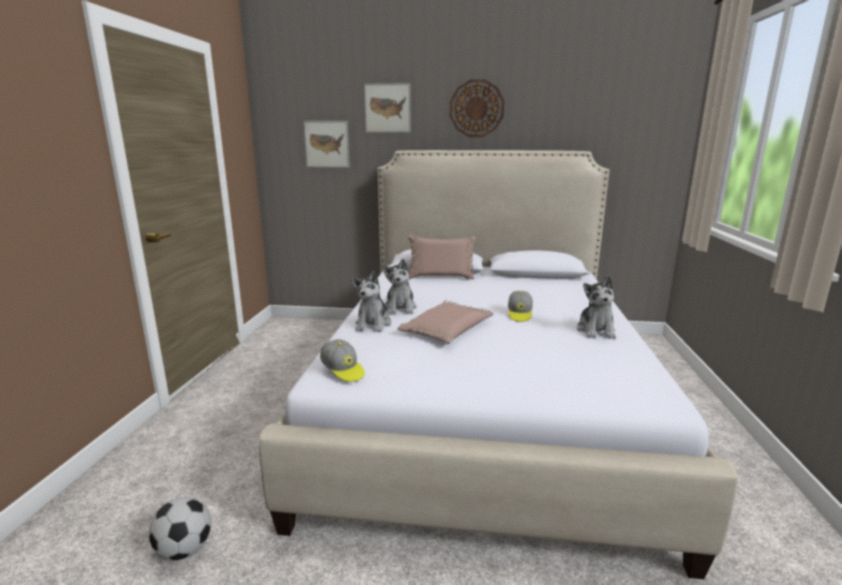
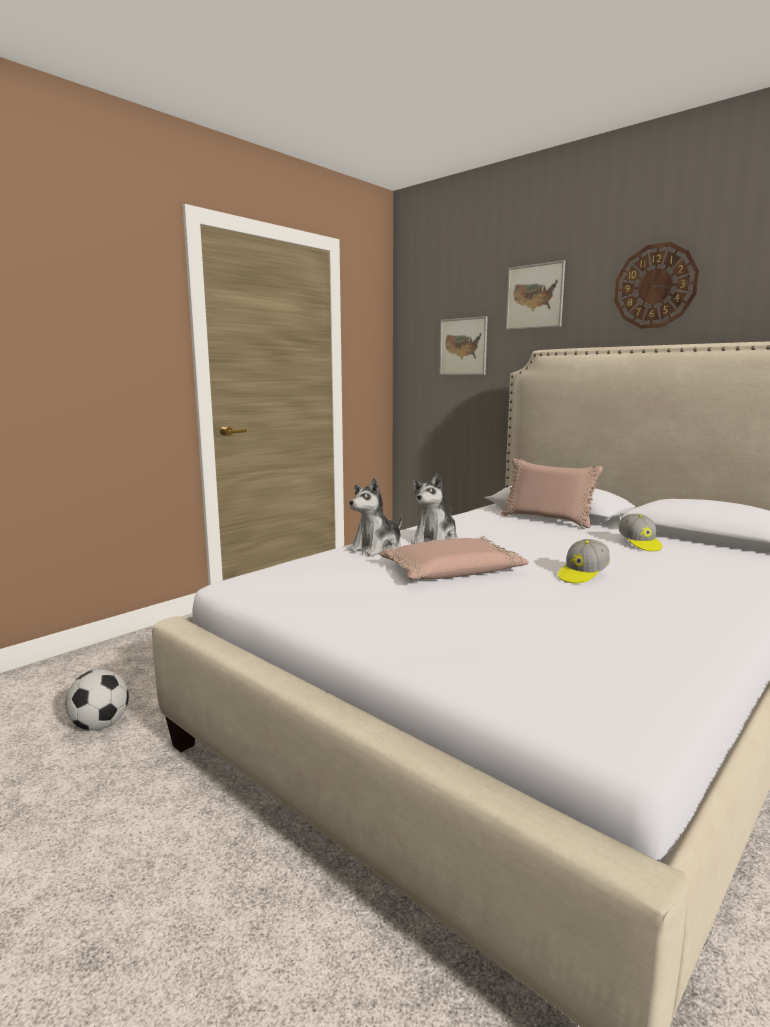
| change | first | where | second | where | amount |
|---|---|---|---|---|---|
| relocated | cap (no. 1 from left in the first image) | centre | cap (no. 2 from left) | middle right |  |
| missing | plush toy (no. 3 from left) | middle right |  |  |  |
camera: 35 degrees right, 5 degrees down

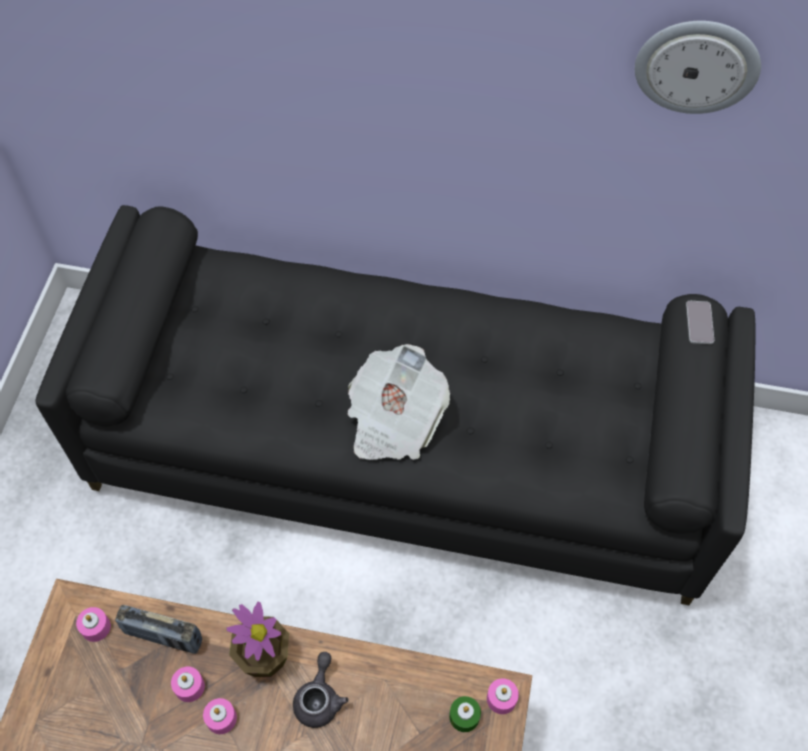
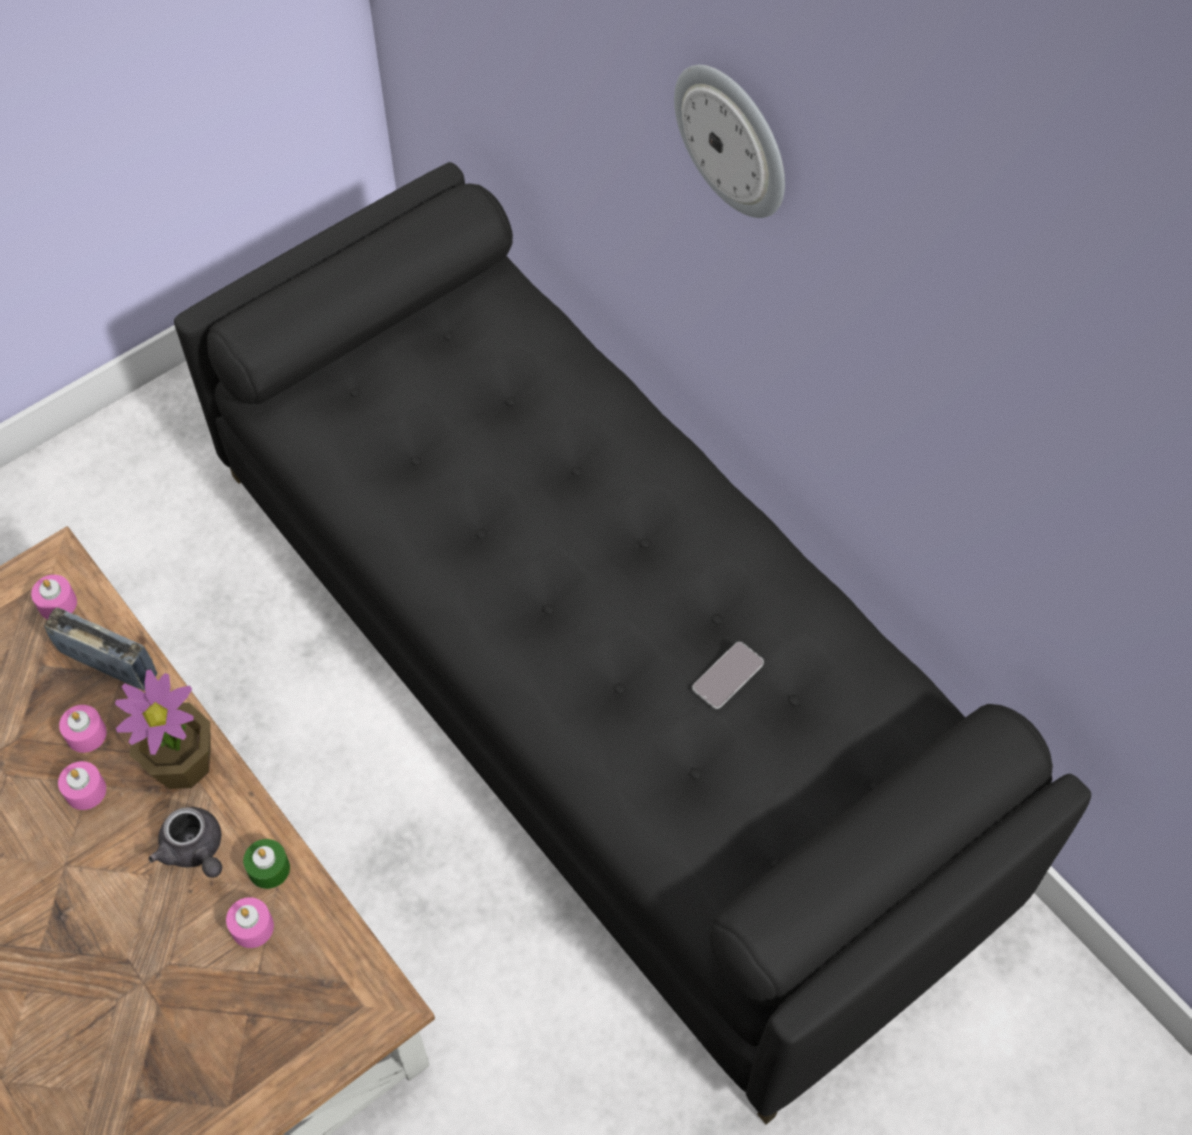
| change | first | where | second | where | amount |
|---|---|---|---|---|---|
| spun | radio | bottom left |  | middle left | 150 degrees clockwise |
| spun | grey teapot | bottom centre |  | bottom left | 90 degrees clockwise |
| missing | newspaper | centre |  |  |  |
| relocated | green candle | bottom centre |  | bottom left |  |
| relocated | pink candle (no. 4 from left) | bottom centre |  | bottom left |  |
| relocated | wall clock | top right |  | top centre |  |
| relocated | phone | middle right |  | centre |  |
camera: 40 degrees right, 0 degrees up

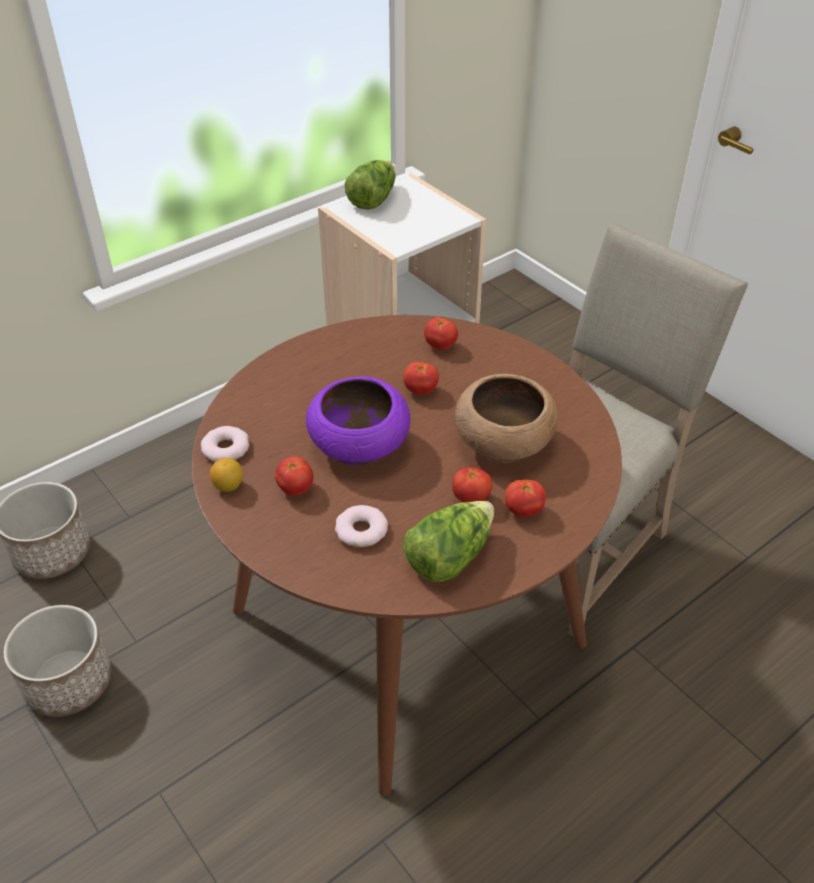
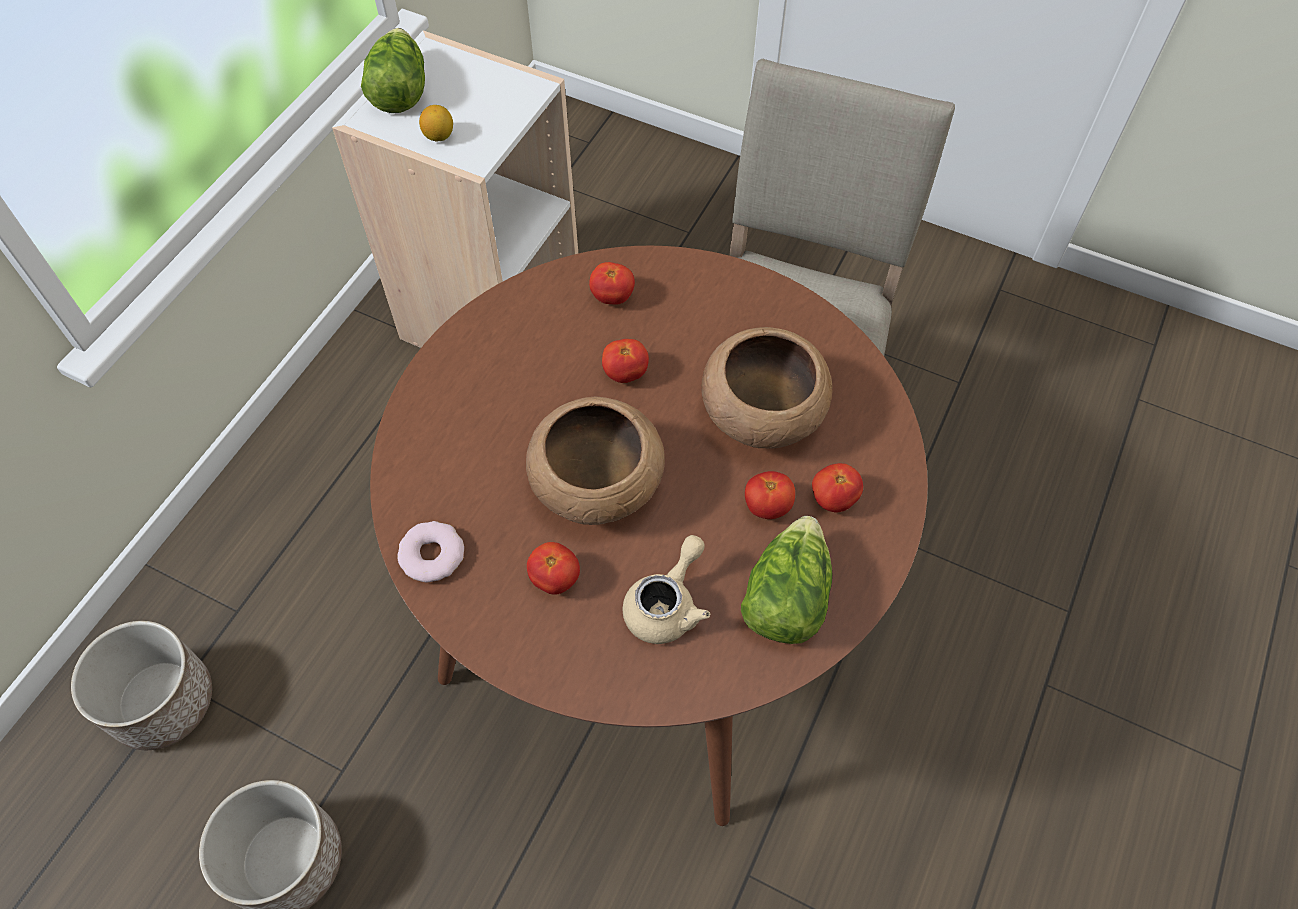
| change | first | where | second | where | amount |
|---|---|---|---|---|---|
| relocated | lemon | middle left |  | top centre |  |
| colour | purple bowl | centre | brown bowl (no. 1 from left) | centre |  |
| exchanged | donut (no. 2 from left) | centre | beige teapot | centre |  |
camera: 25 degrees left, 15 degrees up

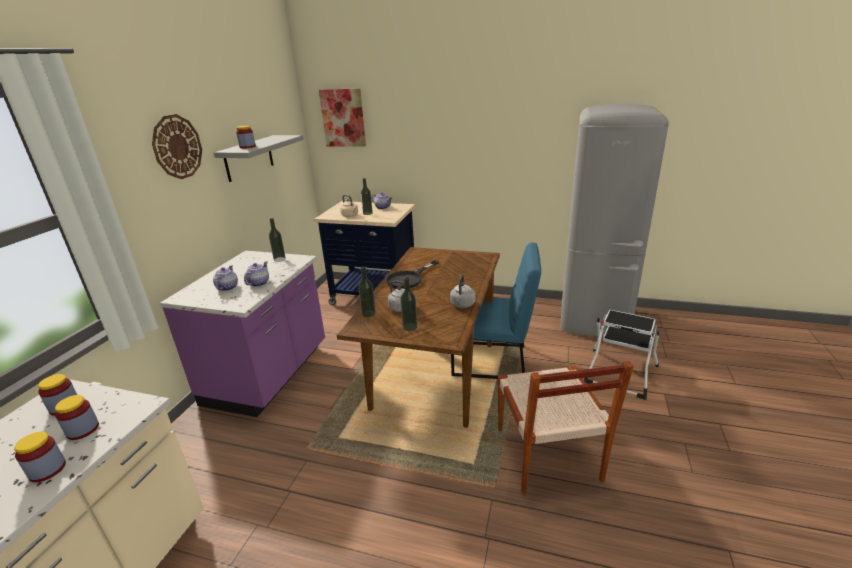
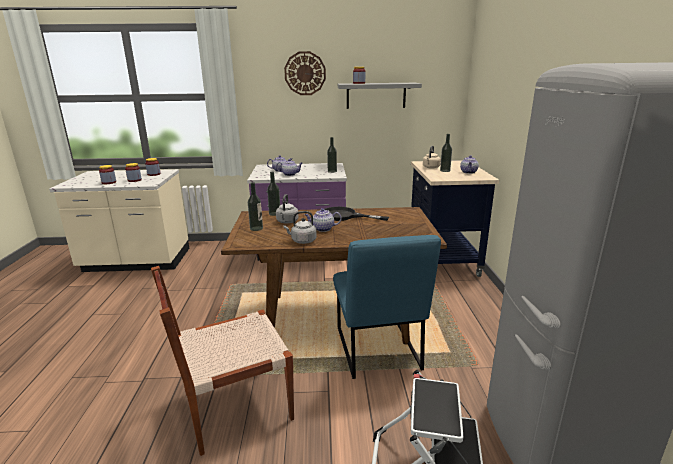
| change | first | where | second | where | amount |
|---|---|---|---|---|---|
| missing | picture | top centre |  |  |  |
| appeared |  |  | teapot (no. 3 from left) | centre |  |
camera: 70 degrees right, 5 degrees down

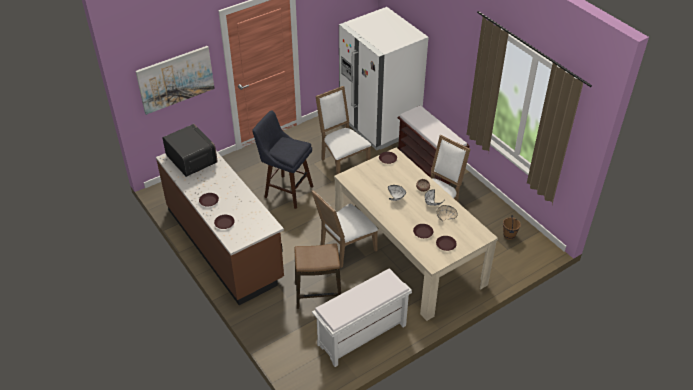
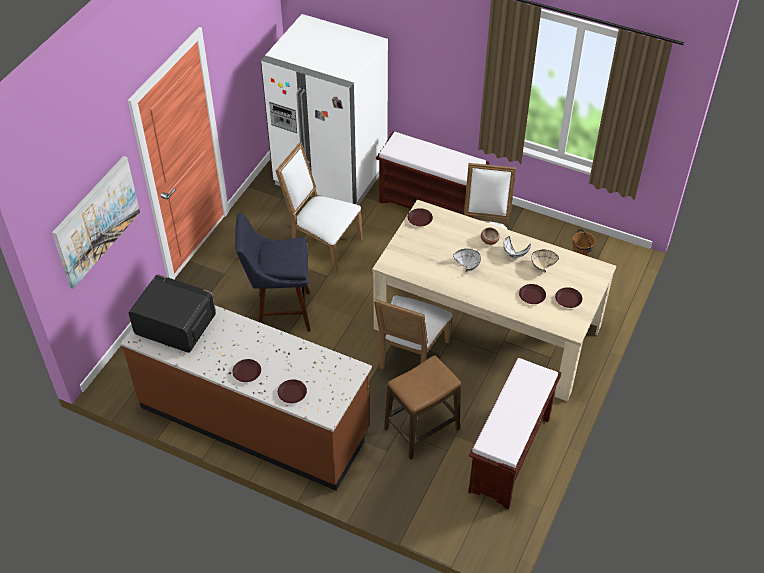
| change | first | where | second | where | amount |
|---|---|---|---|---|---|
| colour | white bench | bottom centre | brown bench (no. 2 from left) | bottom right |  |
camera: 30 degrees left, 5 degrees up

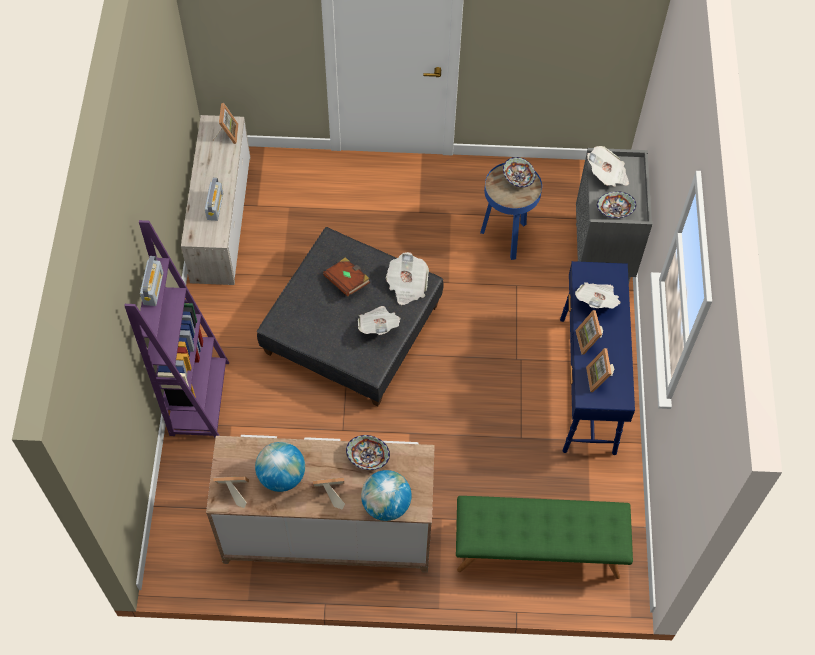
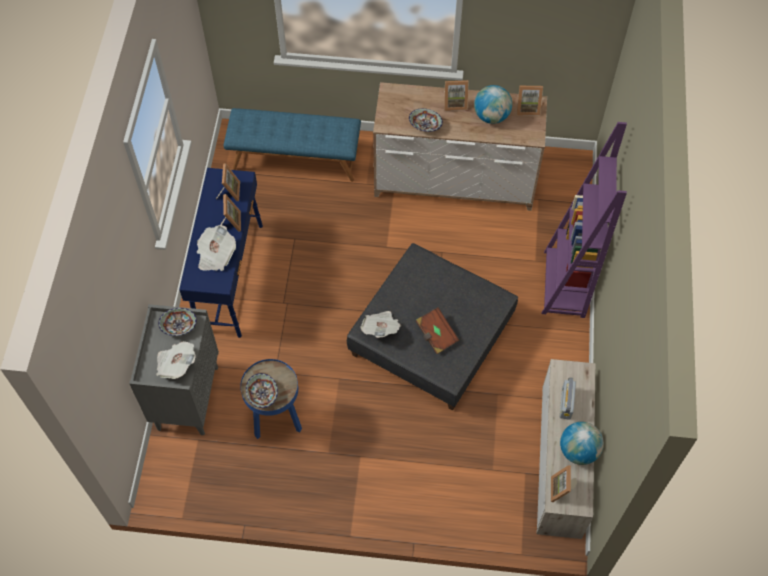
| change | first | where | second | where | amount |
|---|---|---|---|---|---|
| missing | radio (no. 1 from left) | middle left |  |  |  |
| missing | newspaper (no. 1 from left) | centre |  |  |  |
| relocated | globe (no. 2 from left) | bottom centre |  | bottom right |  |
| colour | green bench | bottom right | blue bench | top centre |  |
camera: 175 degrees left, 0 degrees up

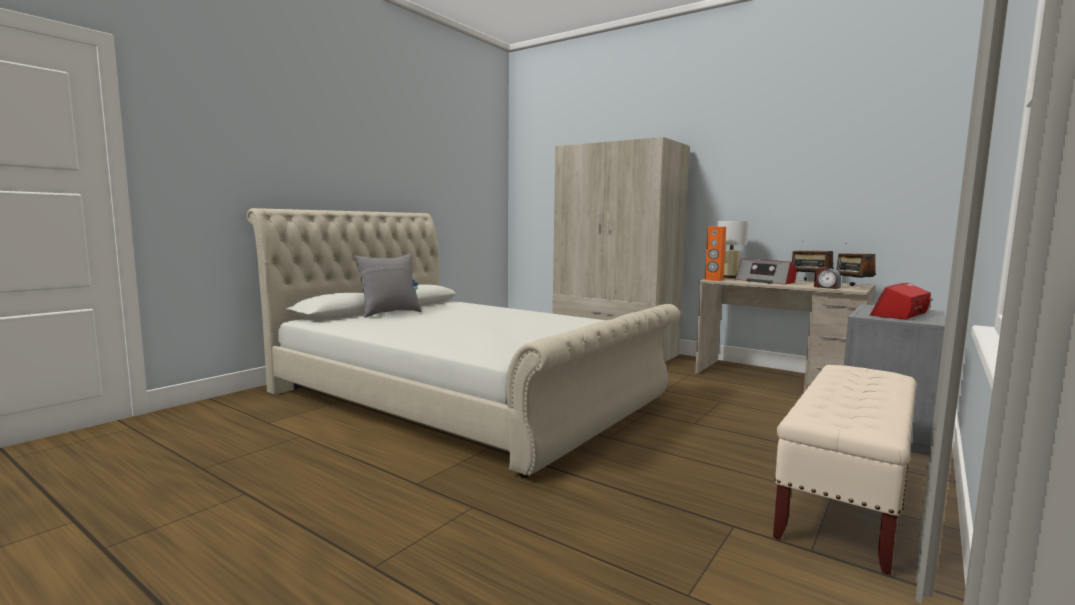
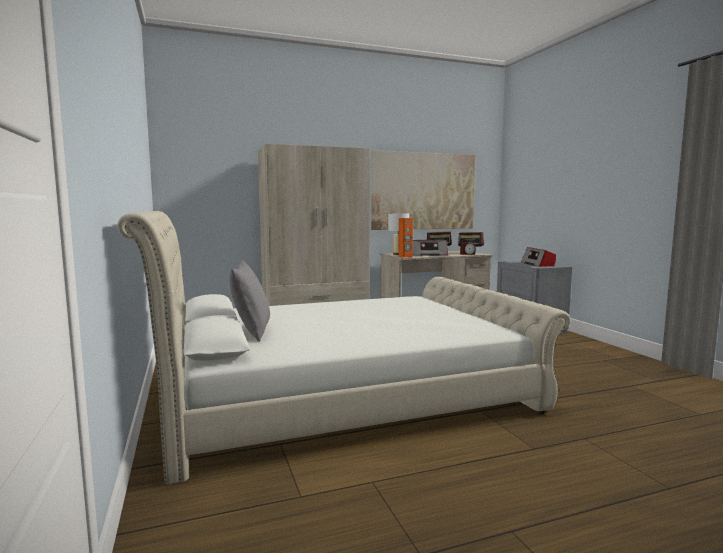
| change | first | where | second | where | amount |
|---|---|---|---|---|---|
| missing | beige bench | bottom right |  |  |  |
| appeared |  |  | picture | centre |  |
camera: 55 degrees left, 0 degrees up

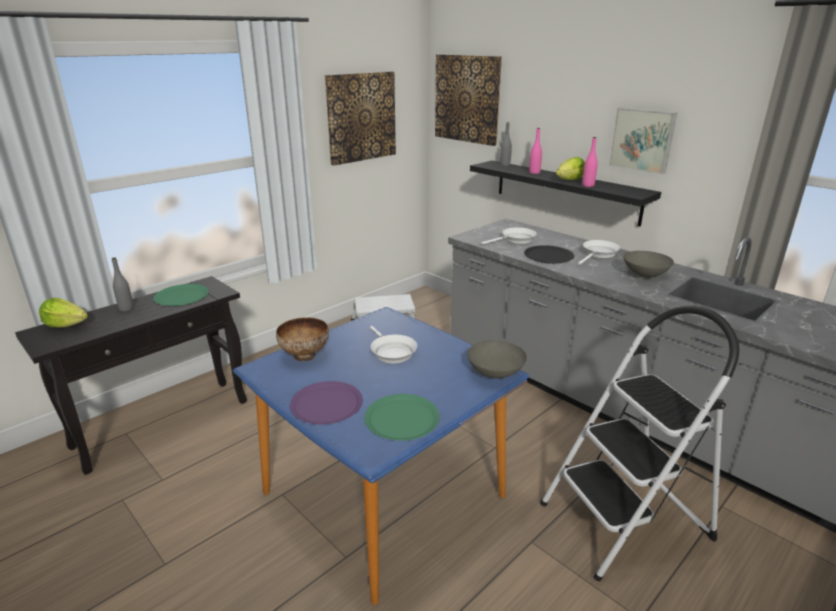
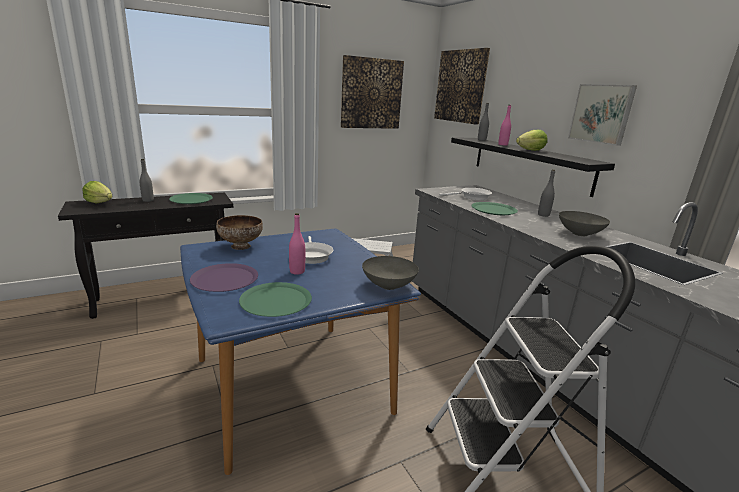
| change | first | where | second | where | amount |
|---|---|---|---|---|---|
| colour | black plate | centre | green plate (no. 3 from left) | middle right |  |
| exchanged | white frying pan (no. 3 from left) | middle right | grey bottle (no. 3 from left) | middle right |  |
| relocated | pink bottle (no. 2 from left in the first image) | top right | pink bottle (no. 1 from left) | centre |  |
camera: 15 degrees right, 5 degrees down

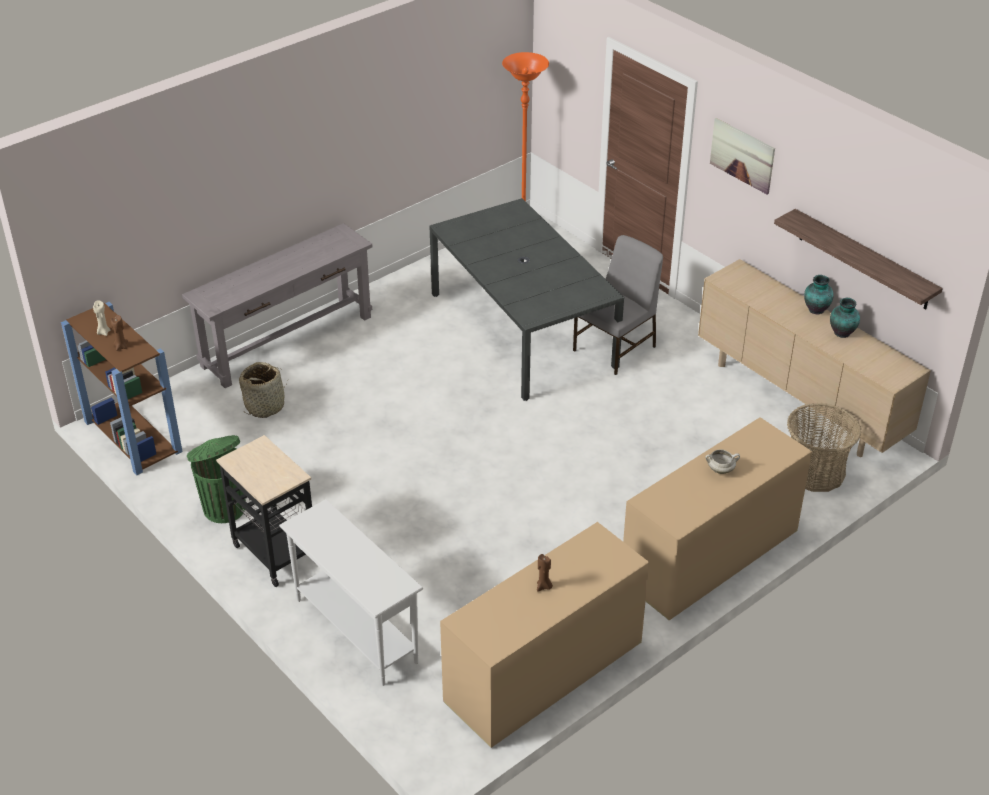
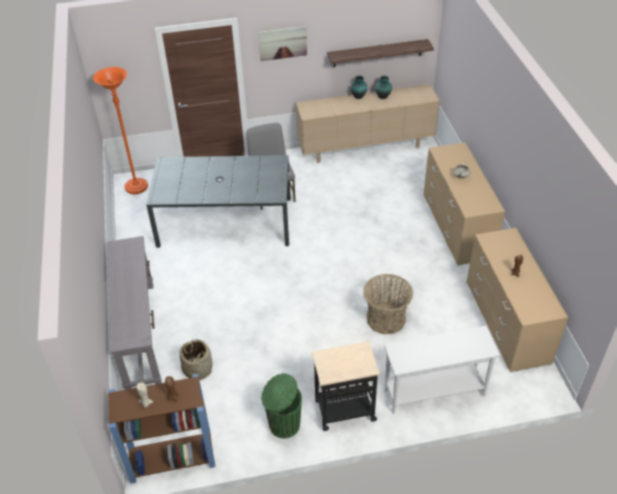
| change | first | where | second | where | amount |
|---|---|---|---|---|---|
| relocated | basket (no. 2 from left) | middle right |  | centre |  |
camera: 60 degrees left, 5 degrees up

